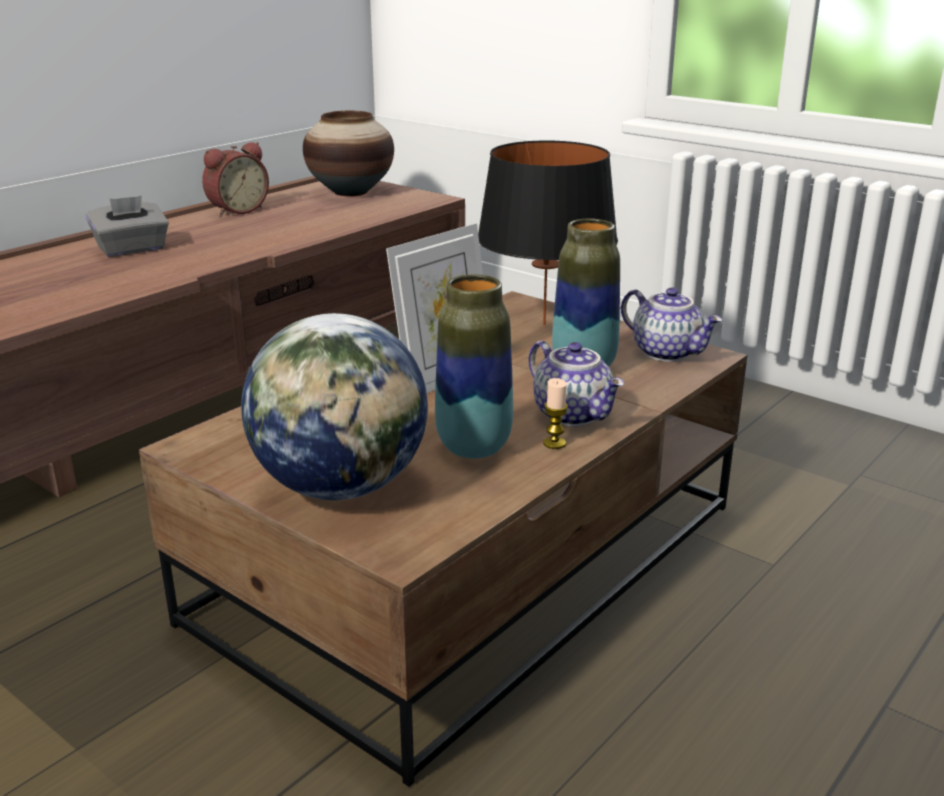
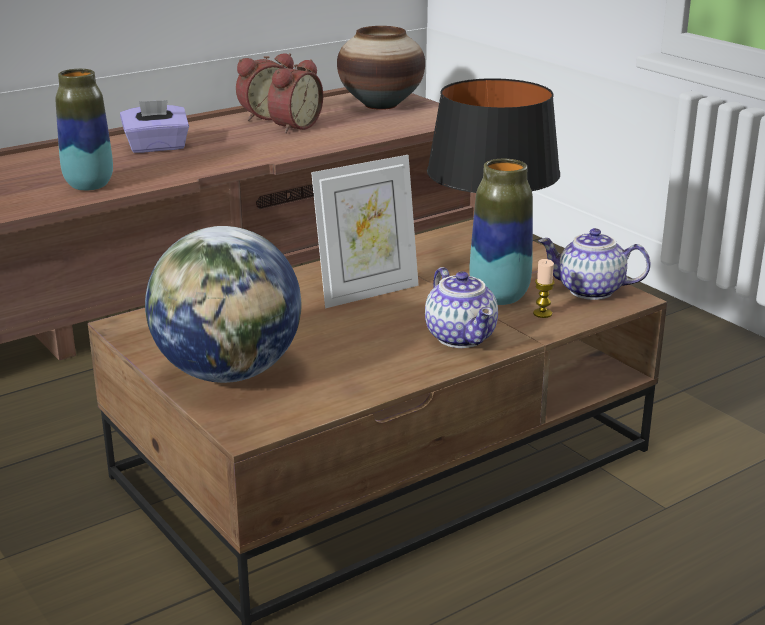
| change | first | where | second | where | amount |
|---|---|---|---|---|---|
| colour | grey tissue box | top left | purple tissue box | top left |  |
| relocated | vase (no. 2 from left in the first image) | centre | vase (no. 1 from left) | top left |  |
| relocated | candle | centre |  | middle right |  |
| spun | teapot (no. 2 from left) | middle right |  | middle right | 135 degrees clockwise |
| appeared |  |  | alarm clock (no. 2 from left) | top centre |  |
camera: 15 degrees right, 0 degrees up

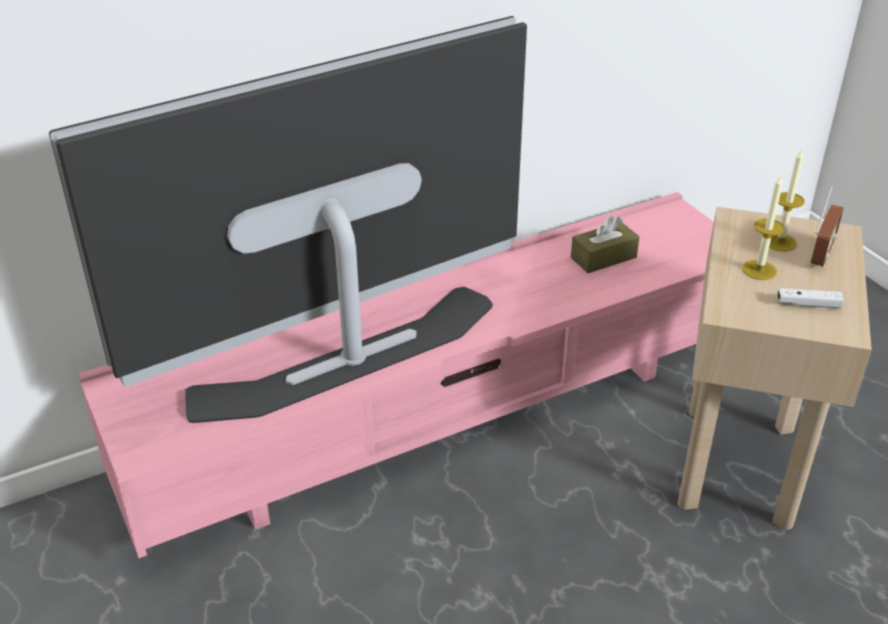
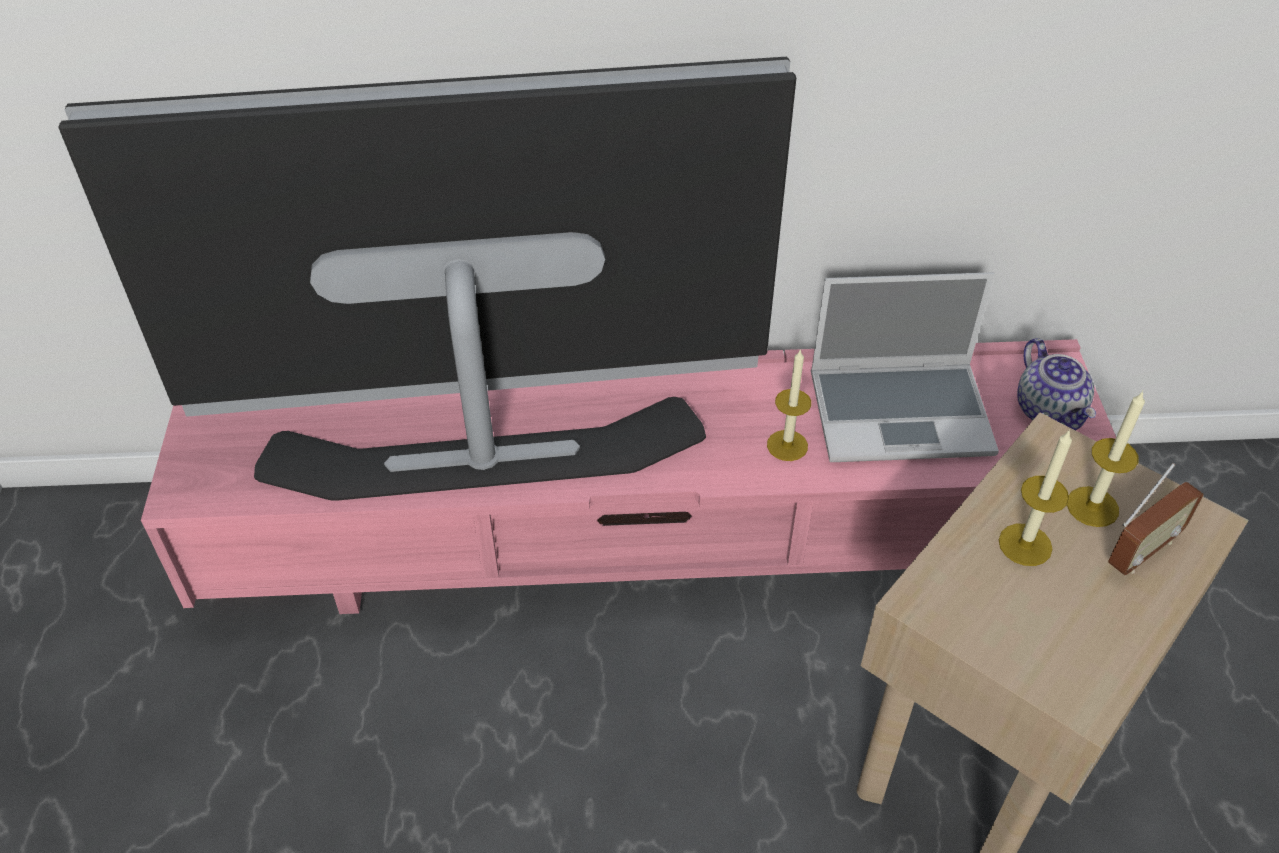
| change | first | where | second | where | amount |
|---|---|---|---|---|---|
| exchanged | brown tissue box | middle right | laptop | middle right |  |
| missing | white game controller | middle right |  |  |  |
| appeared |  |  | candle (no. 1 from left) | centre |  |
| appeared |  |  | teapot | middle right |  |
camera: 25 degrees right, 10 degrees up

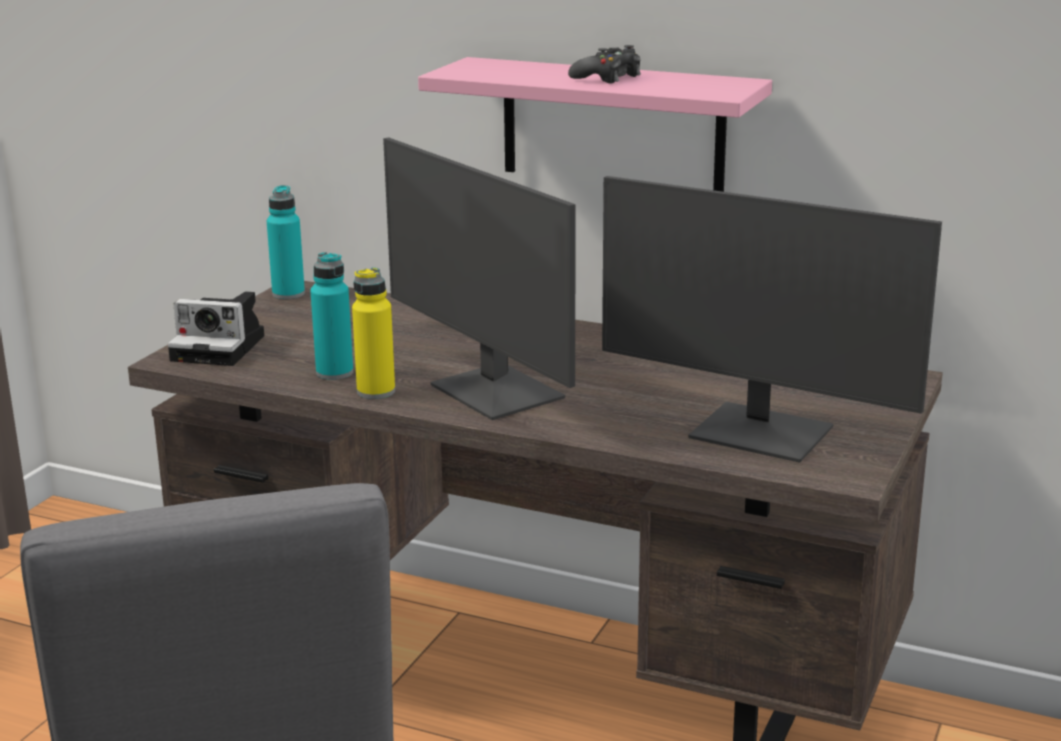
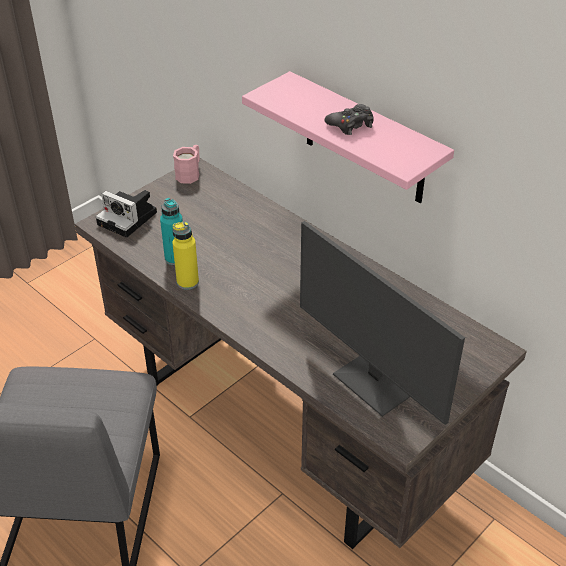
| change | first | where | second | where | amount |
|---|---|---|---|---|---|
| exchanged | turquoise bottle (no. 1 from left) | top left | pink mug | top left |  |
| missing | monitor (no. 1 from left) | centre |  |  |  |
camera: 20 degrees right, 20 degrees up

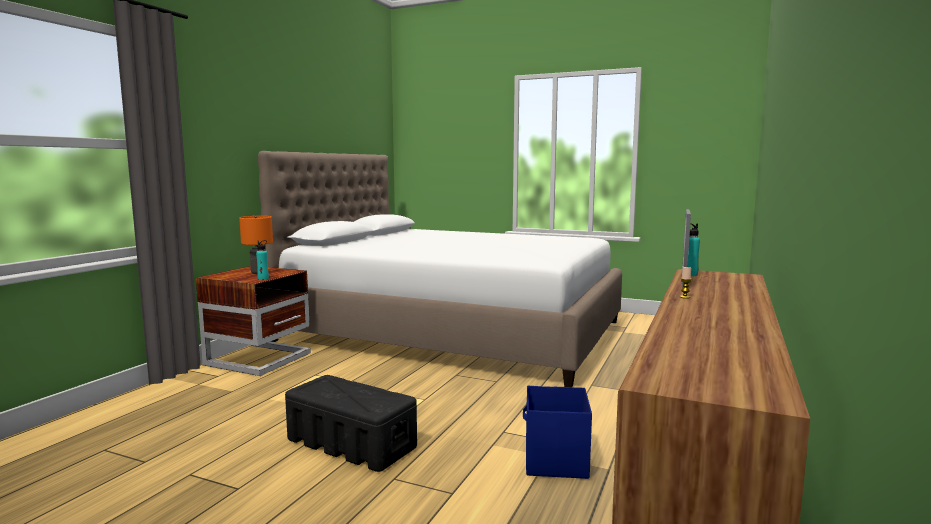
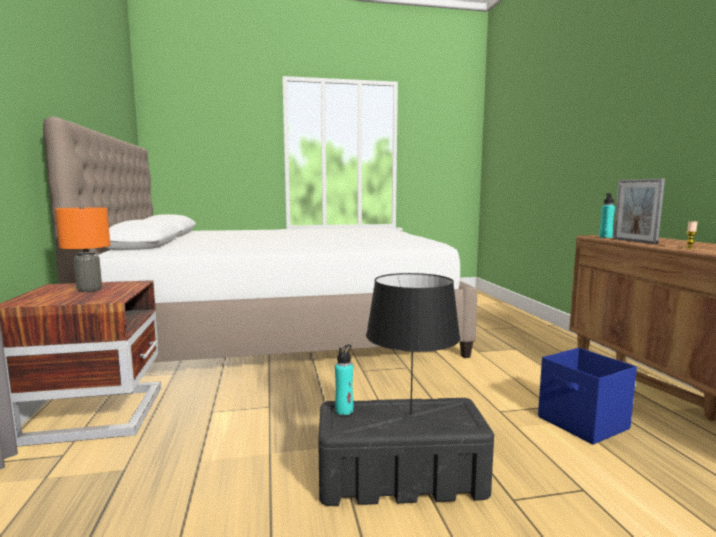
| change | first | where | second | where | amount |
|---|---|---|---|---|---|
| relocated | turquoise bottle (no. 1 from left) | middle left |  | bottom centre |  |
| appeared |  |  | black table lamp | centre |  |
camera: 35 degrees left, 0 degrees up

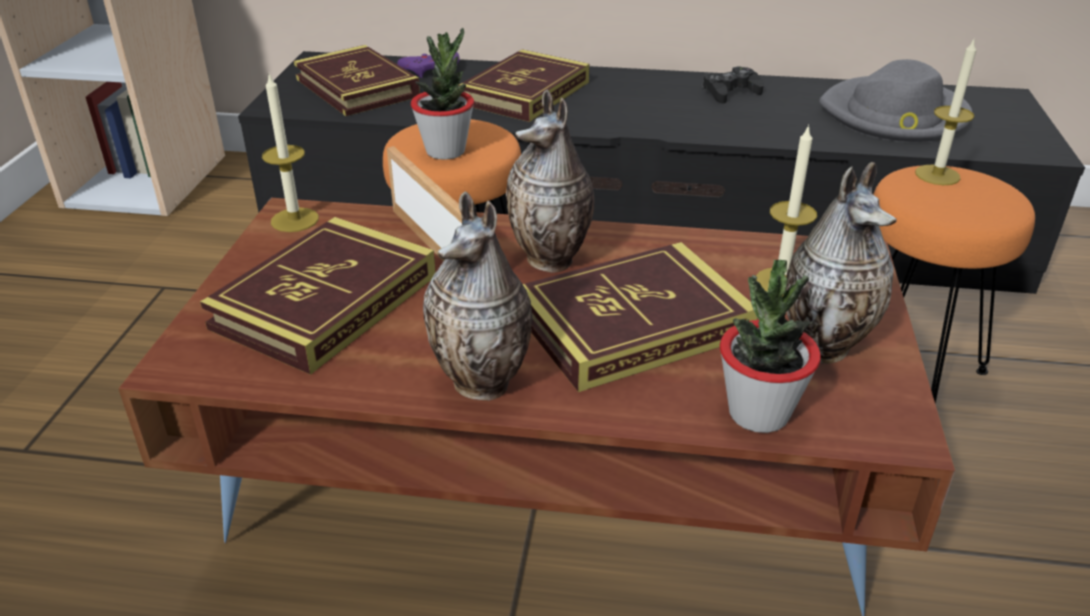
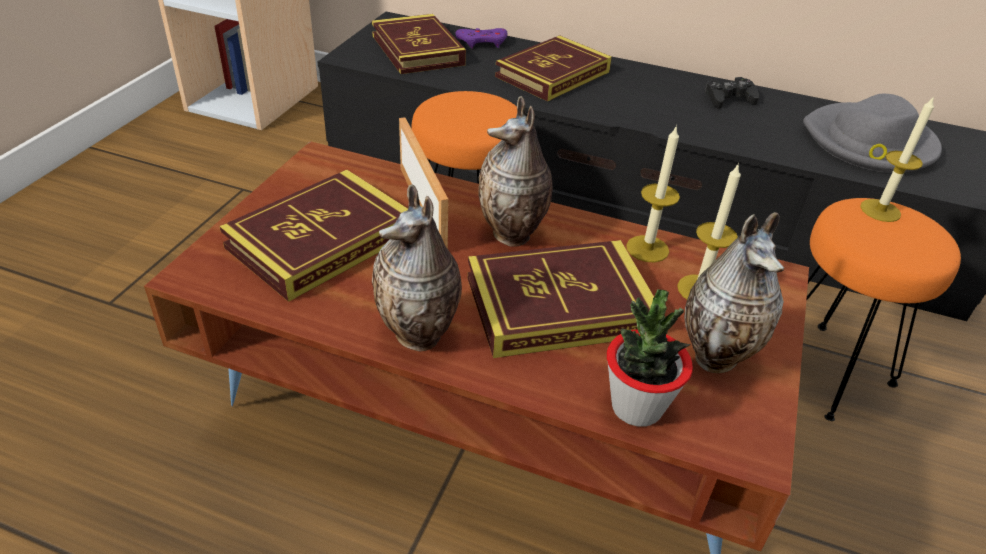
| change | first | where | second | where | amount |
|---|---|---|---|---|---|
| relocated | candle (no. 1 from left) | top left |  | centre |  |
| missing | potted plant (no. 1 from left) | top centre |  |  |  |
camera: 10 degrees right, 5 degrees up

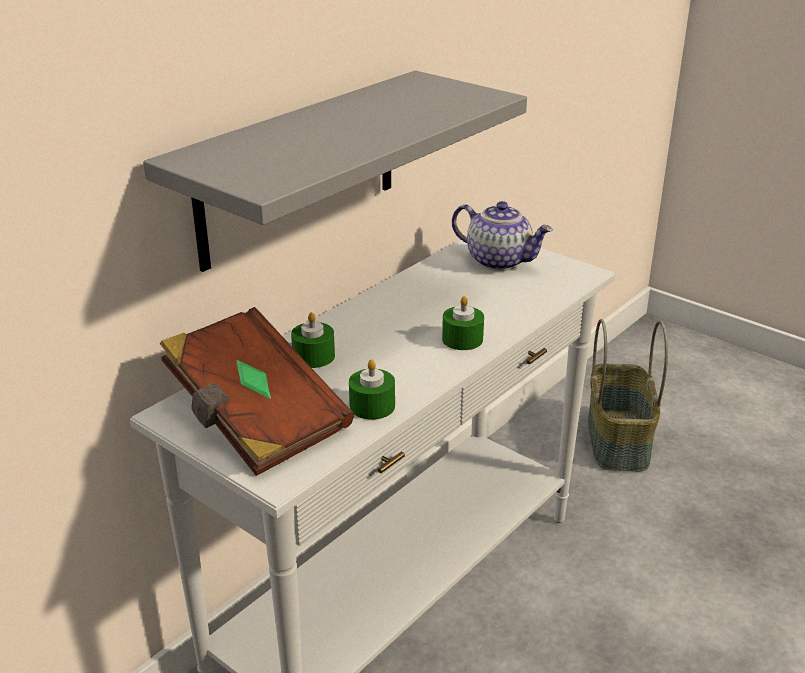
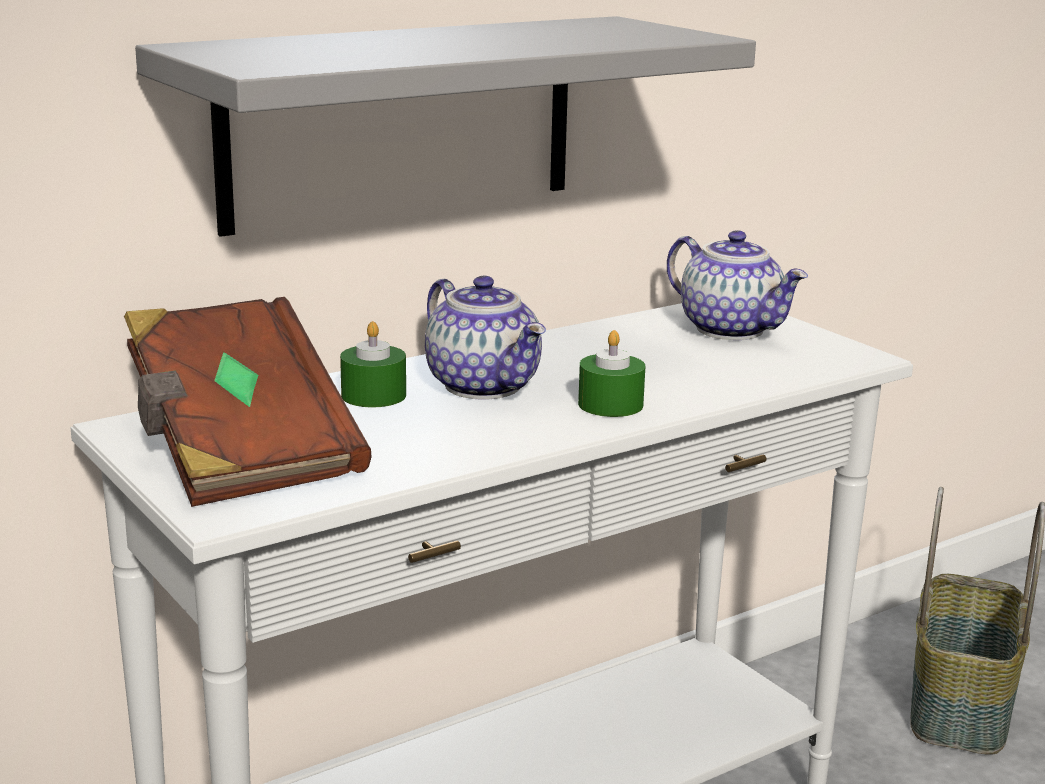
| change | first | where | second | where | amount |
|---|---|---|---|---|---|
| missing | green candle (no. 2 from left) | centre |  |  |  |
| appeared |  |  | teapot (no. 1 from left) | centre |  |
camera: 15 degrees right, 10 degrees down

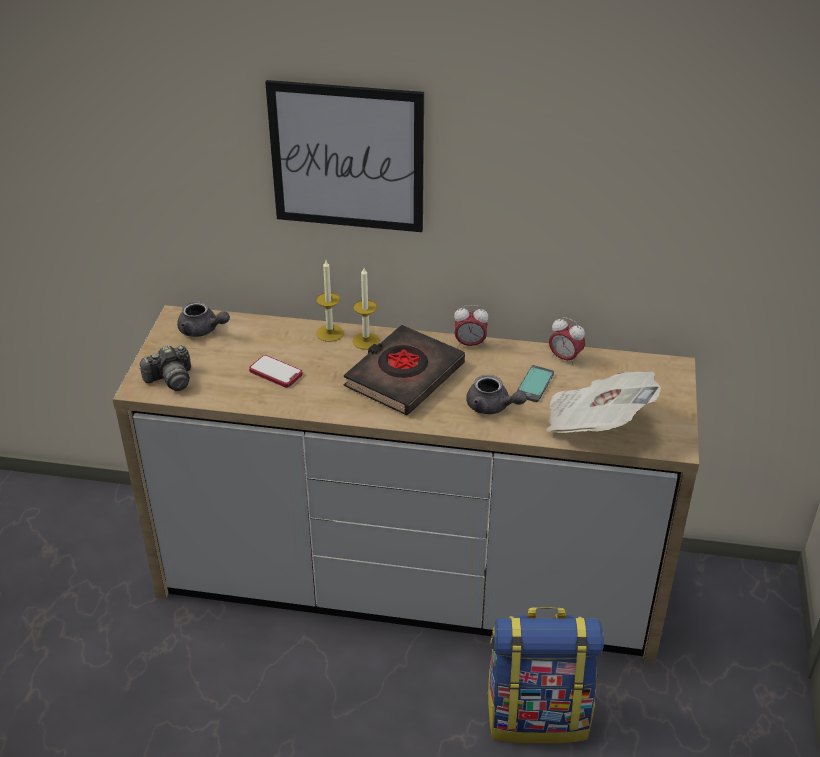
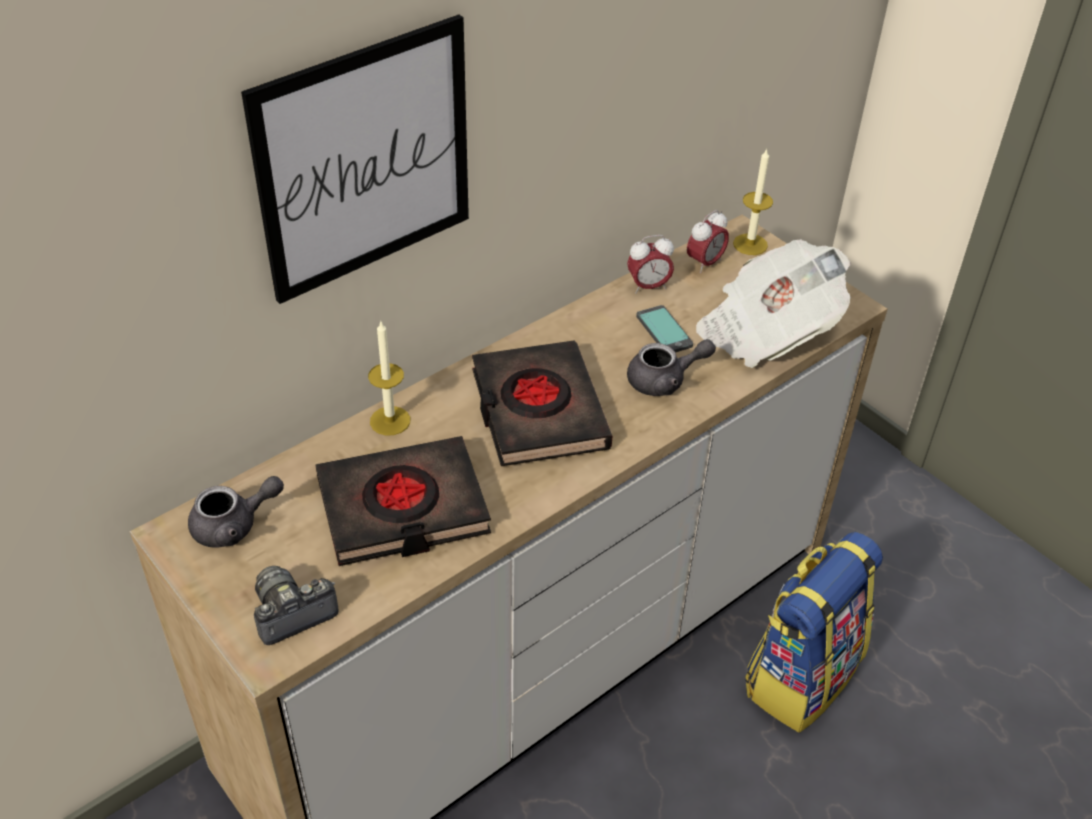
| change | first | where | second | where | amount |
|---|---|---|---|---|---|
| spun | photo camera | middle left |  | bottom left | 135 degrees counterclockwise |
| exchanged | phone (no. 1 from left) | centre | black book (no. 1 from left) | centre |  |
| relocated | candle (no. 2 from left) | centre |  | top right |  |
| relocated | alarm clock (no. 1 from left in the first image) | centre | alarm clock (no. 2 from left) | top centre |  |
camera: 50 degrees left, 5 degrees up

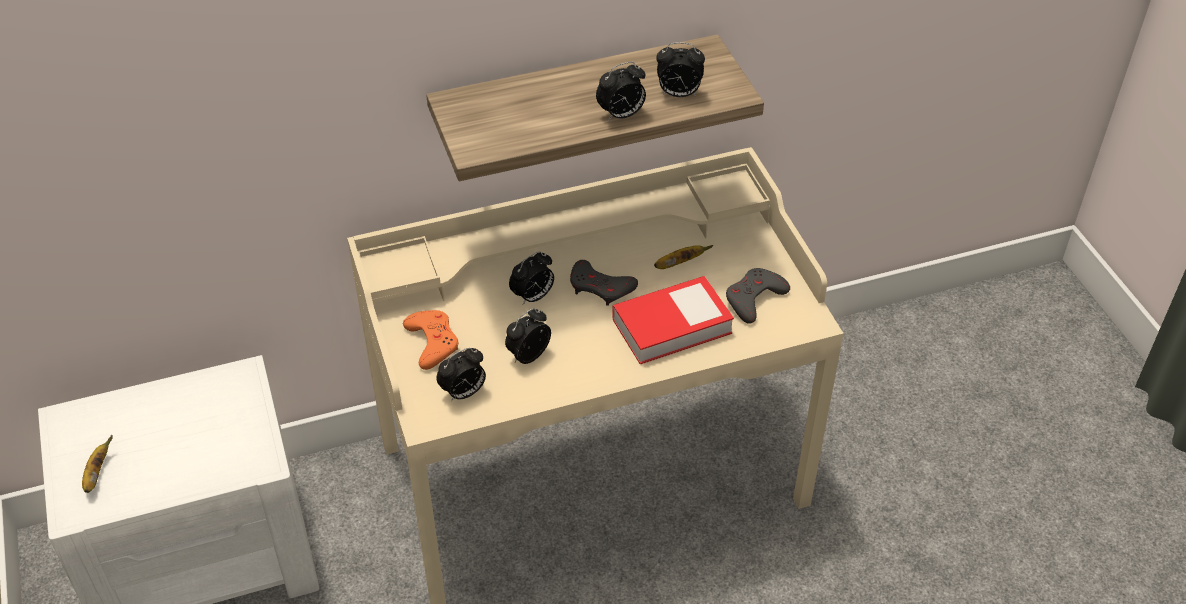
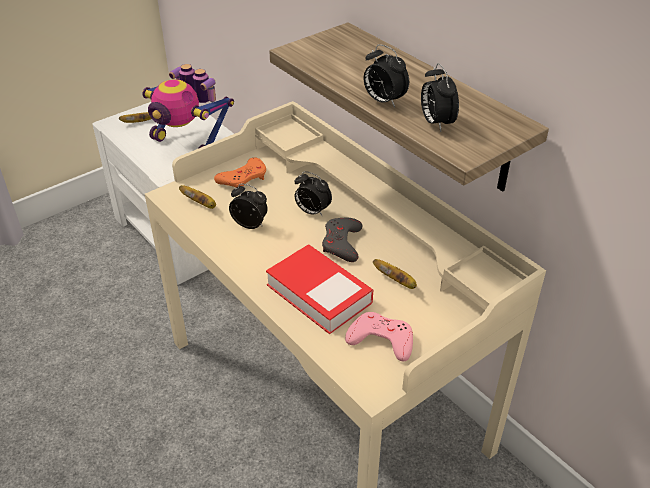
| change | first | where | second | where | amount |
|---|---|---|---|---|---|
| exchanged | alarm clock (no. 1 from left) | centre | banana (no. 2 from left) | middle left |  |
| colour | grey game controller (no. 2 from left) | centre | pink game controller | bottom centre |  |
| appeared |  |  | toy robot | top left |  |
camera: 70 degrees right, 5 degrees down

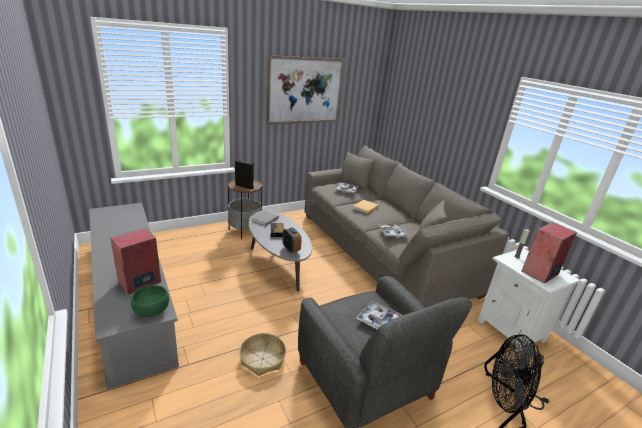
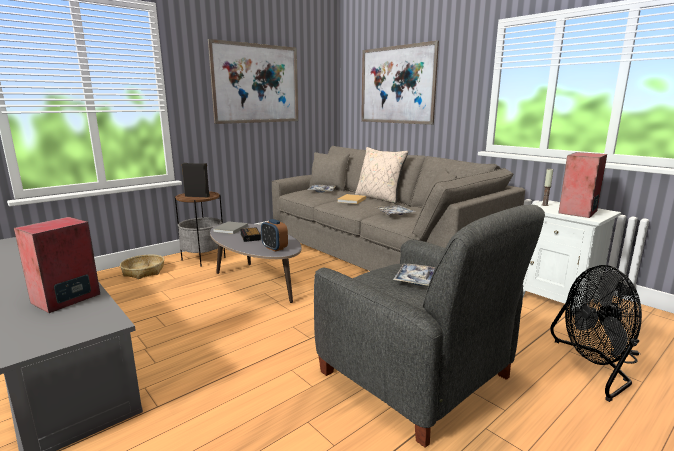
| change | first | where | second | where | amount |
|---|---|---|---|---|---|
| missing | green bowl | bottom left |  |  |  |
| relocated | basket | bottom centre |  | middle left |  |
| appeared |  |  | beige pillow | centre |  |
| appeared |  |  | picture (no. 2 from left) | top centre |  |
camera: 10 degrees left, 10 degrees down

